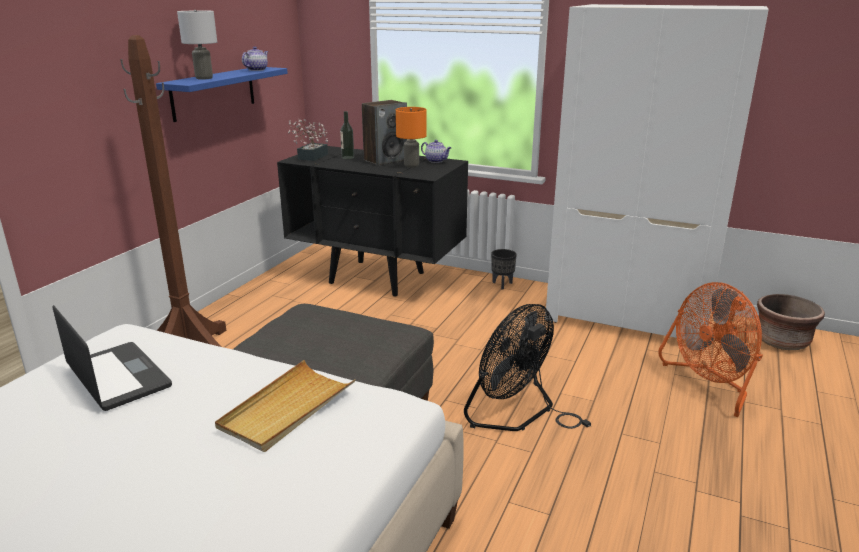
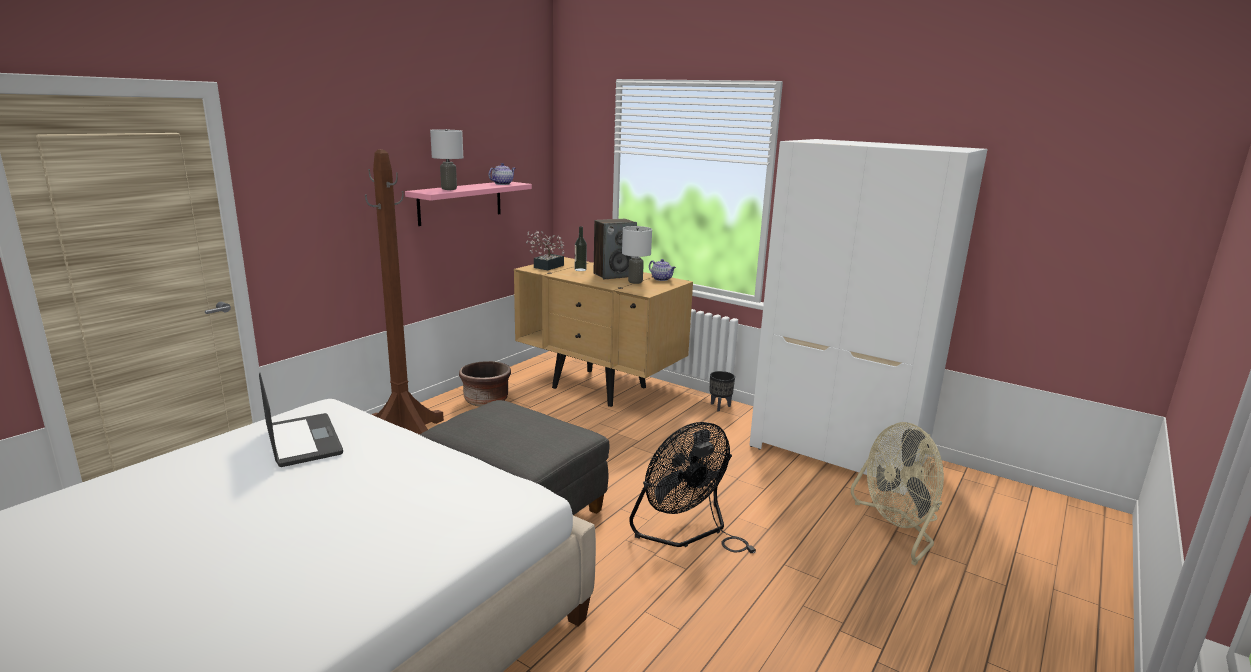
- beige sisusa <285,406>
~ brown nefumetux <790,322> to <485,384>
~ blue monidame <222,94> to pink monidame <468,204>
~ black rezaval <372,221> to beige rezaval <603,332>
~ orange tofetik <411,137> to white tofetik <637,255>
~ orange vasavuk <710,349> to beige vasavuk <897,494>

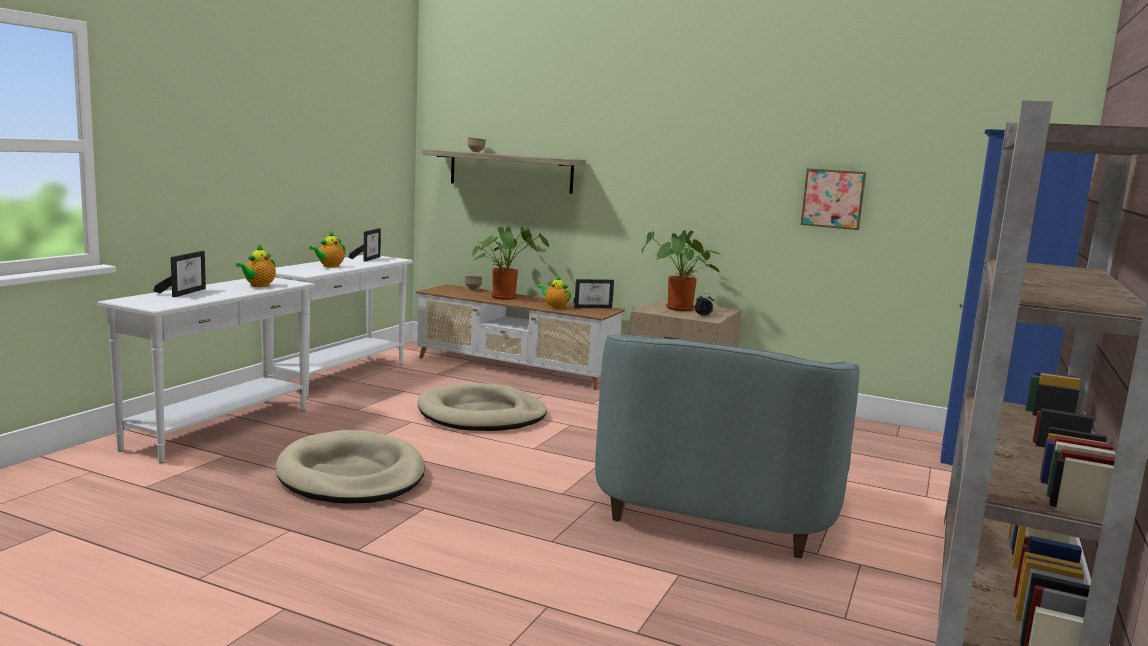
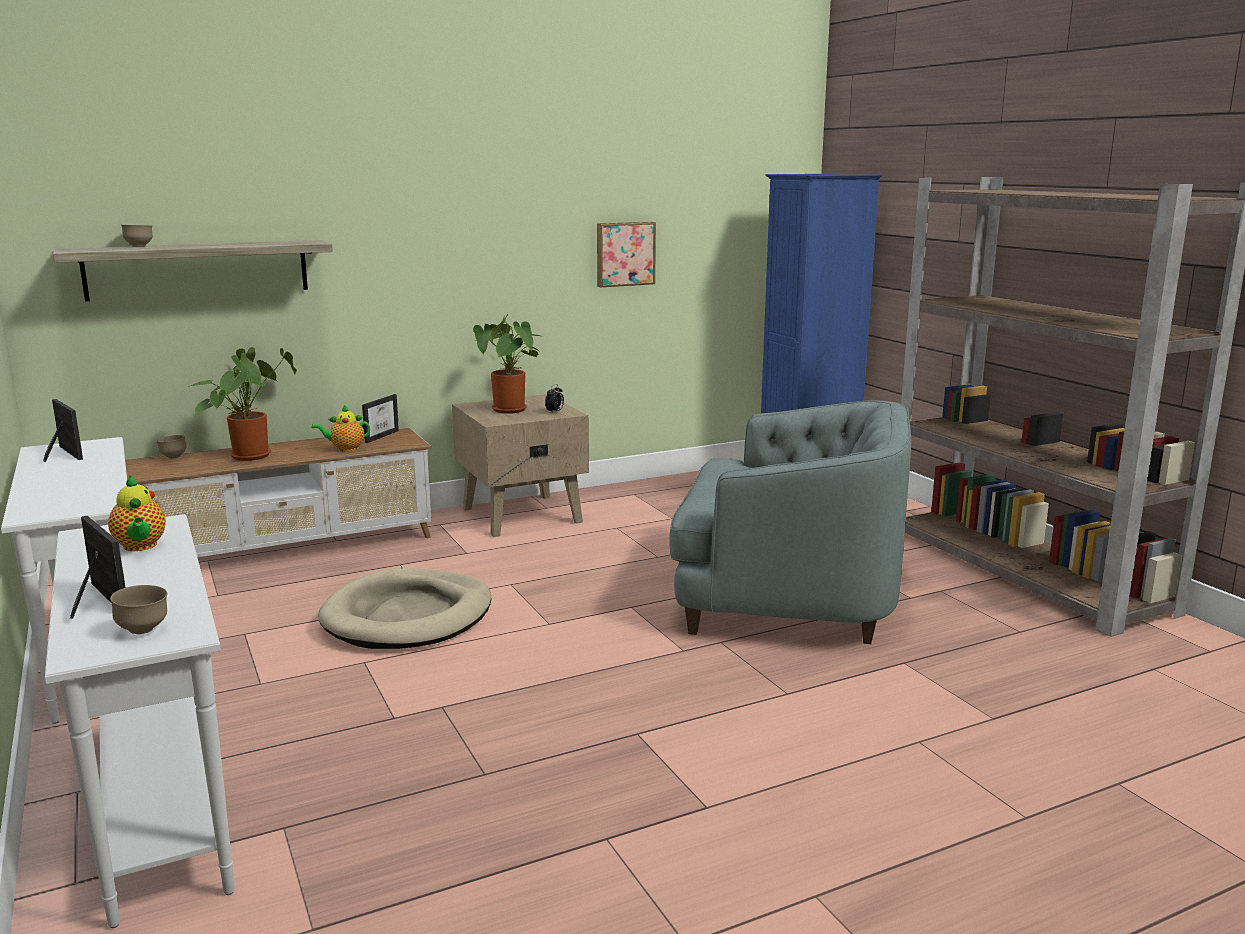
- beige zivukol <350,467>
- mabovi <327,249>
+ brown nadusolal <138,609>
~ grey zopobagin <727,446> = <790,522> 45 degrees counterclockwise

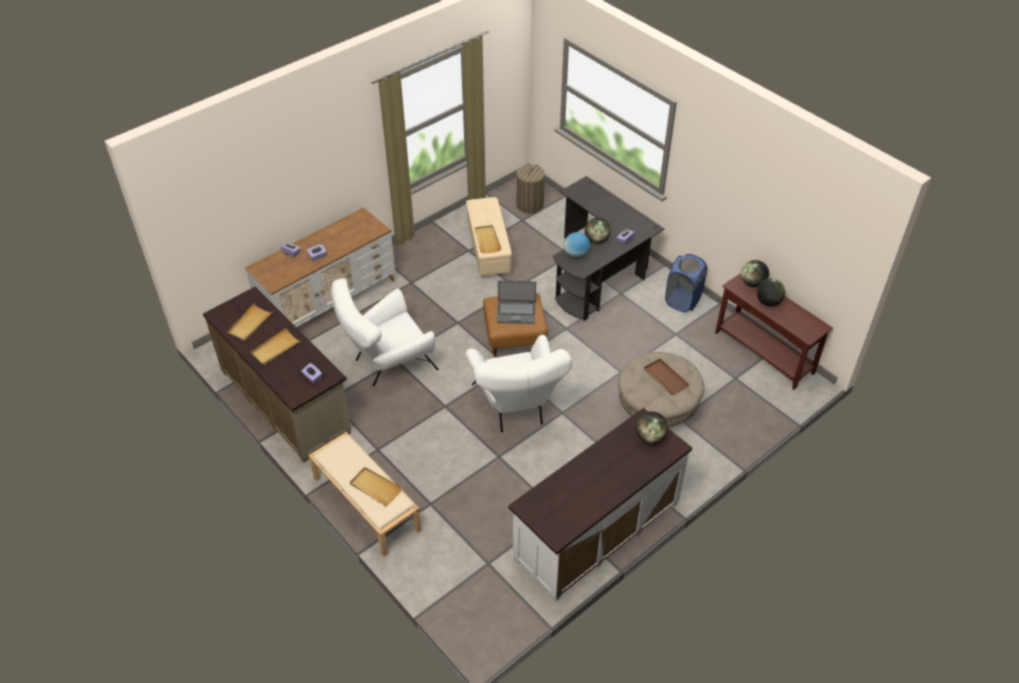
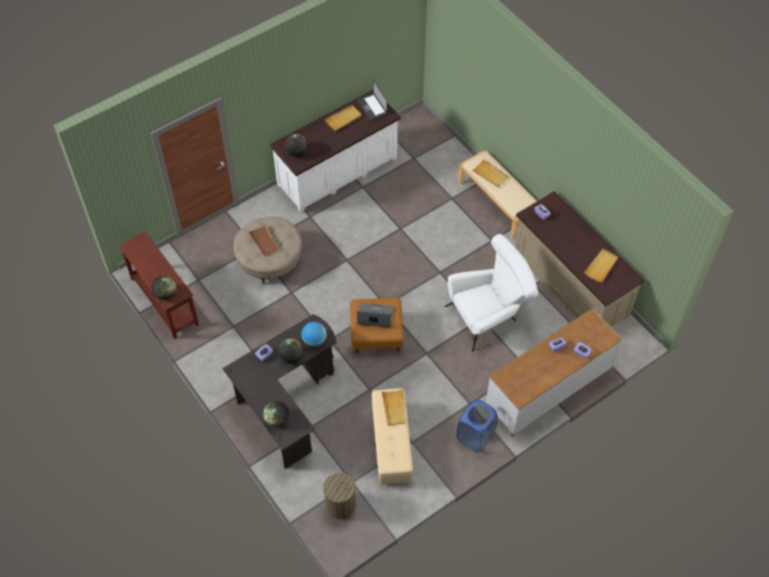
- white zopobagin <519,383>
+ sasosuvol <372,100>
~ beige sisusa <276,346> to <343,118>
~ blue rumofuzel <686,283> to <477,426>
~ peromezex <771,292> to <276,414>

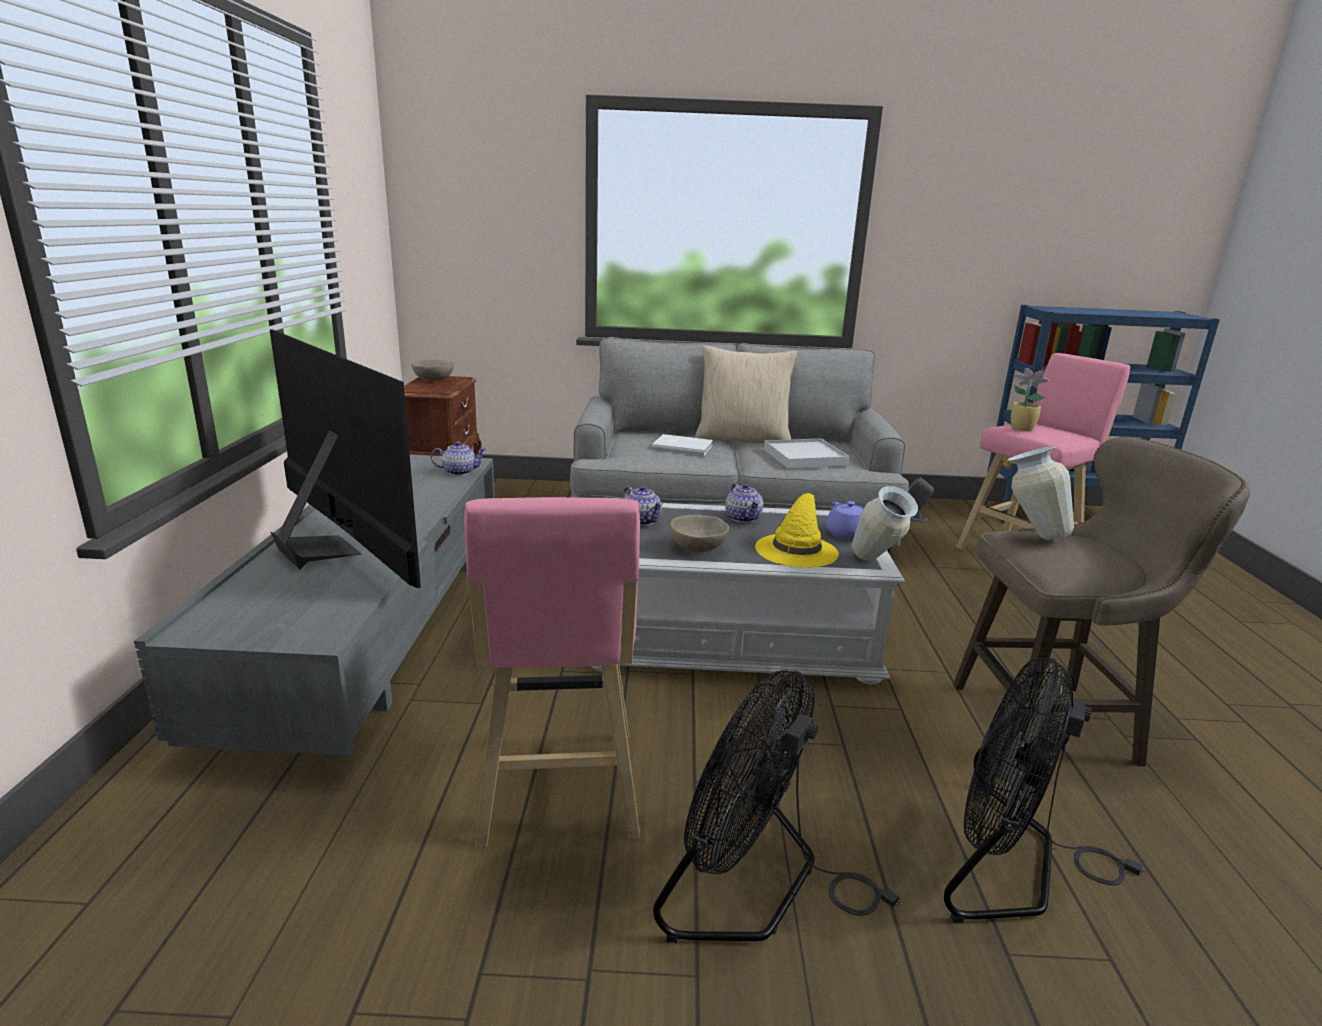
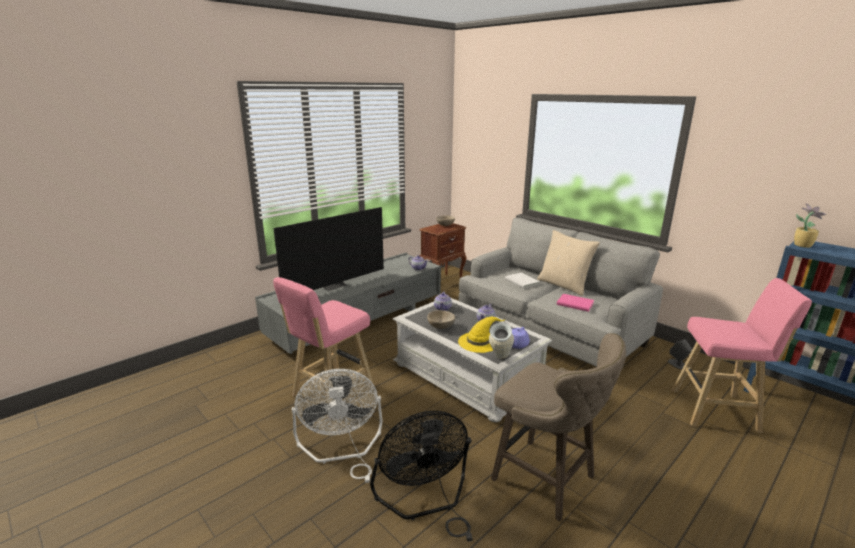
- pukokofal <1040,493>
~ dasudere <1030,399> to <810,225>
~ white sisusa <807,453> to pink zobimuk <575,303>
~ black vasavuk <777,806> to white vasavuk <337,426>
~ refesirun <345,458> = <328,249> 45 degrees clockwise

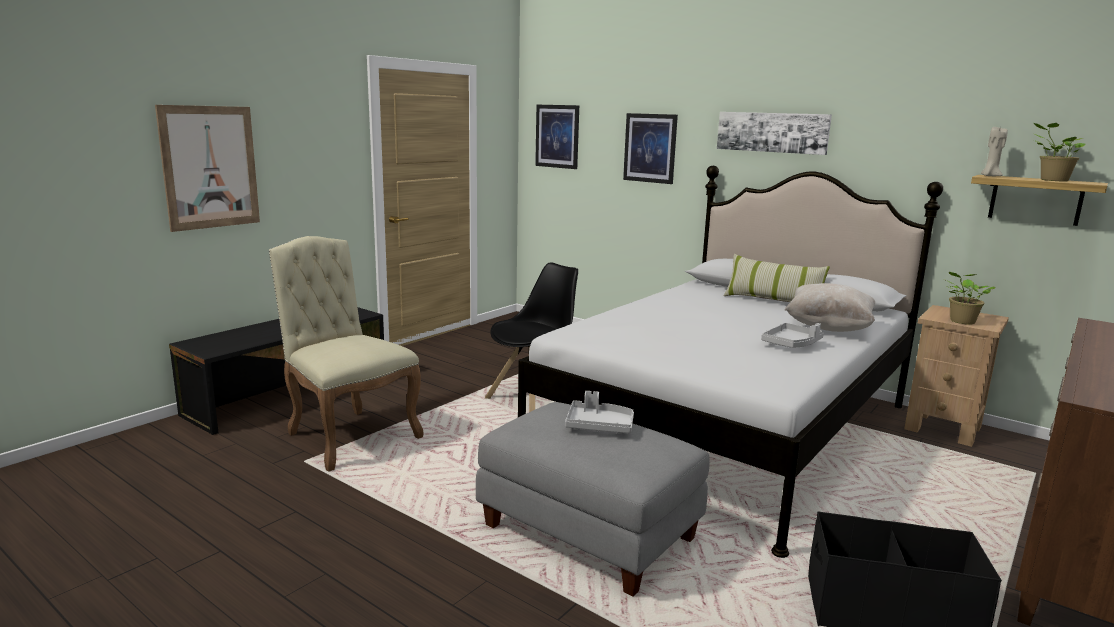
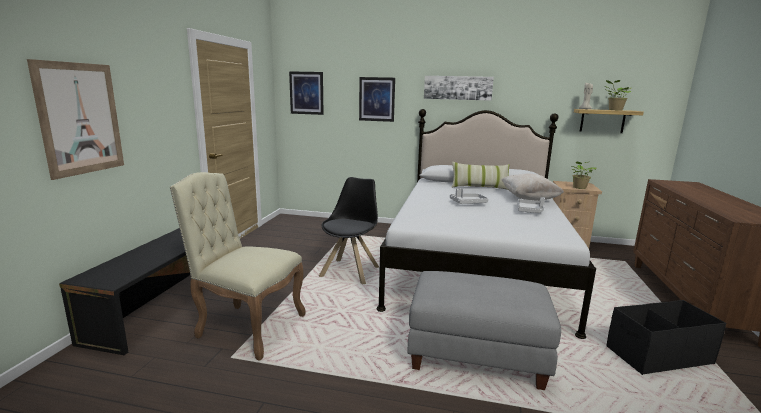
~ grey sisusa <599,412> to <469,196>

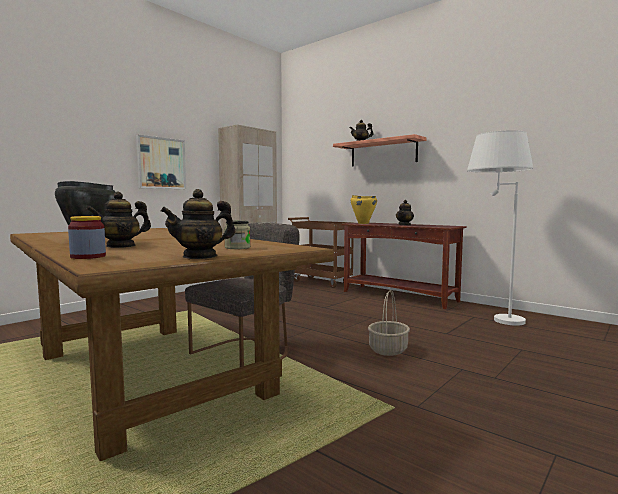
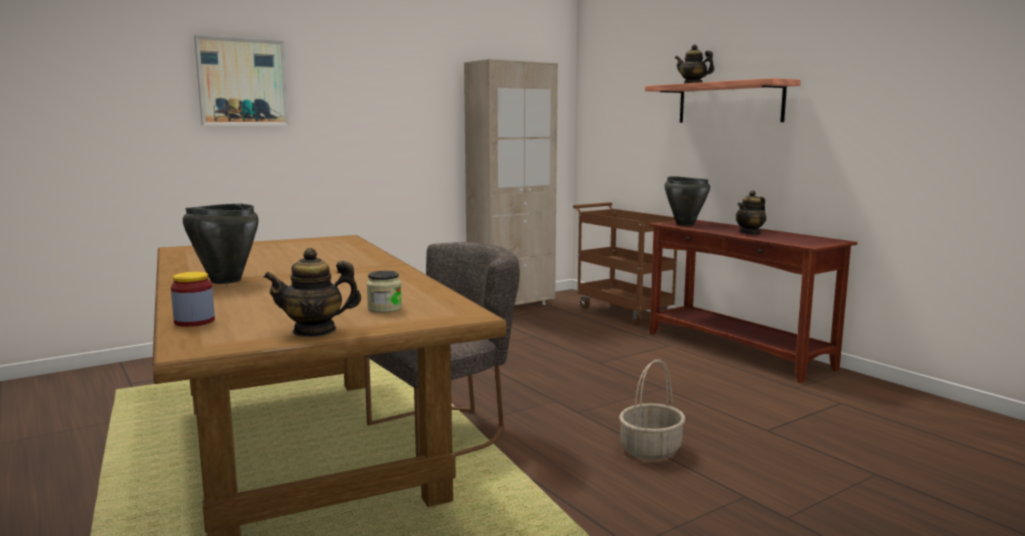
- mabovi <118,220>
- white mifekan <500,228>
~ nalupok <161,162> to <241,80>
~ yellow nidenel <363,209> to black nidenel <687,201>

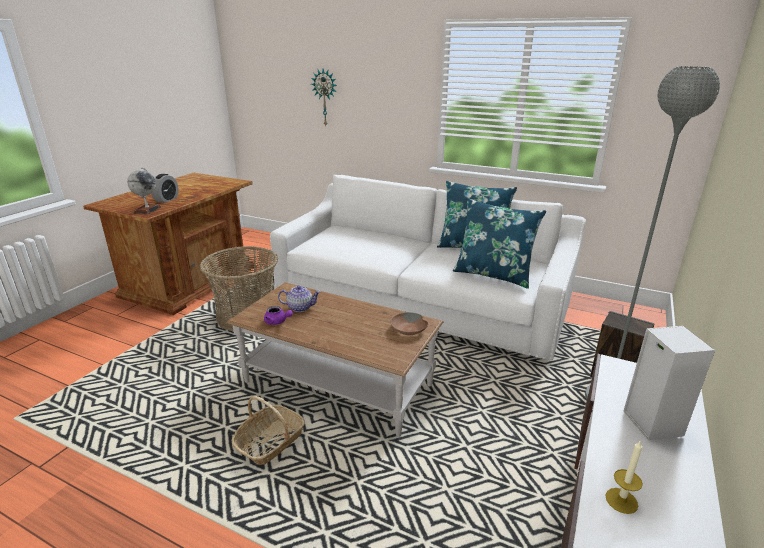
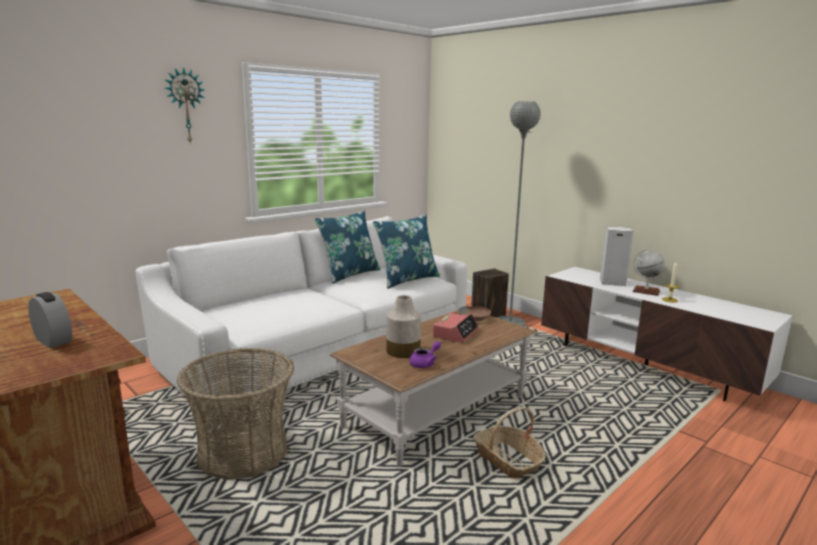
+ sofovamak <456,328>
~ peromezex <144,190> to <648,272>
~ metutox <324,97> to <184,105>
~ mabovi <299,299> to beige pukokofal <403,326>

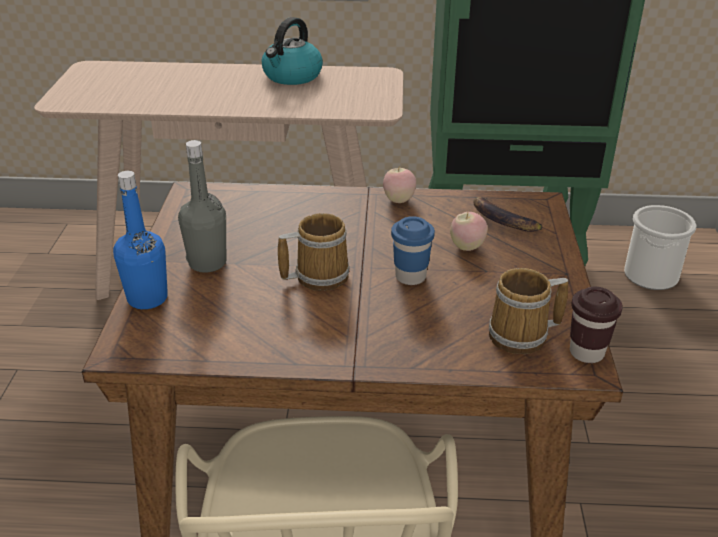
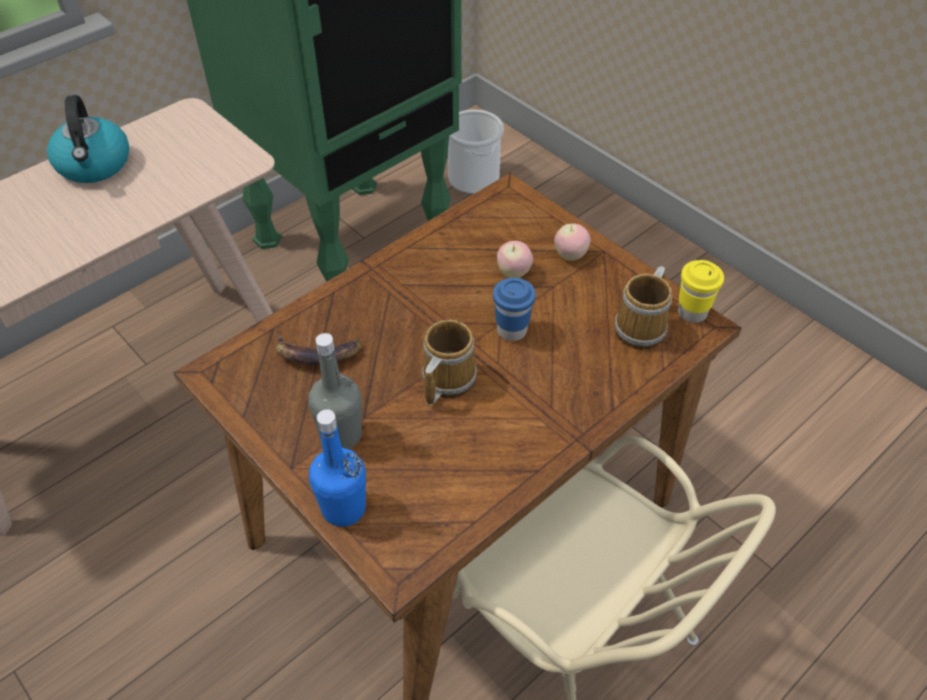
~ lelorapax <399,184> to <572,242>
~ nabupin <507,214> to <319,350>
~ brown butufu <596,325> to yellow butufu <701,291>

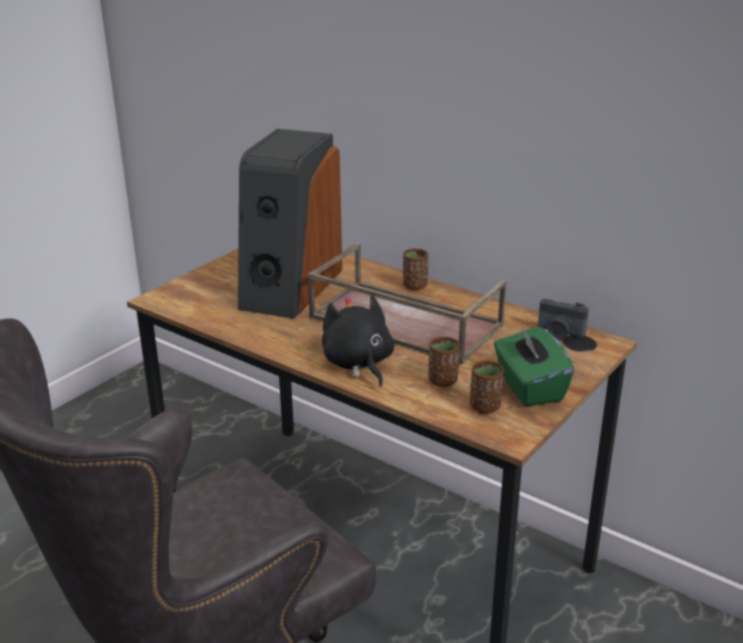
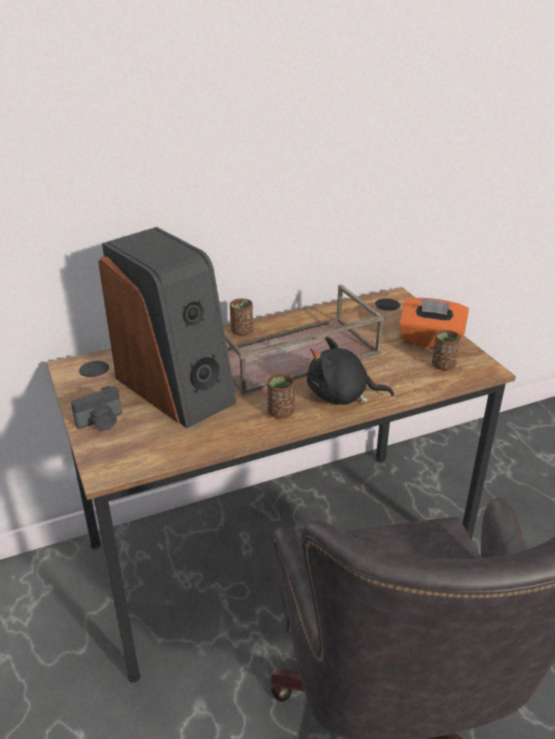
~ brown butufu <444,362> to <281,396>
~ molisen <563,320> to <96,408>
~ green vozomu <534,364> to orange vozomu <434,323>

